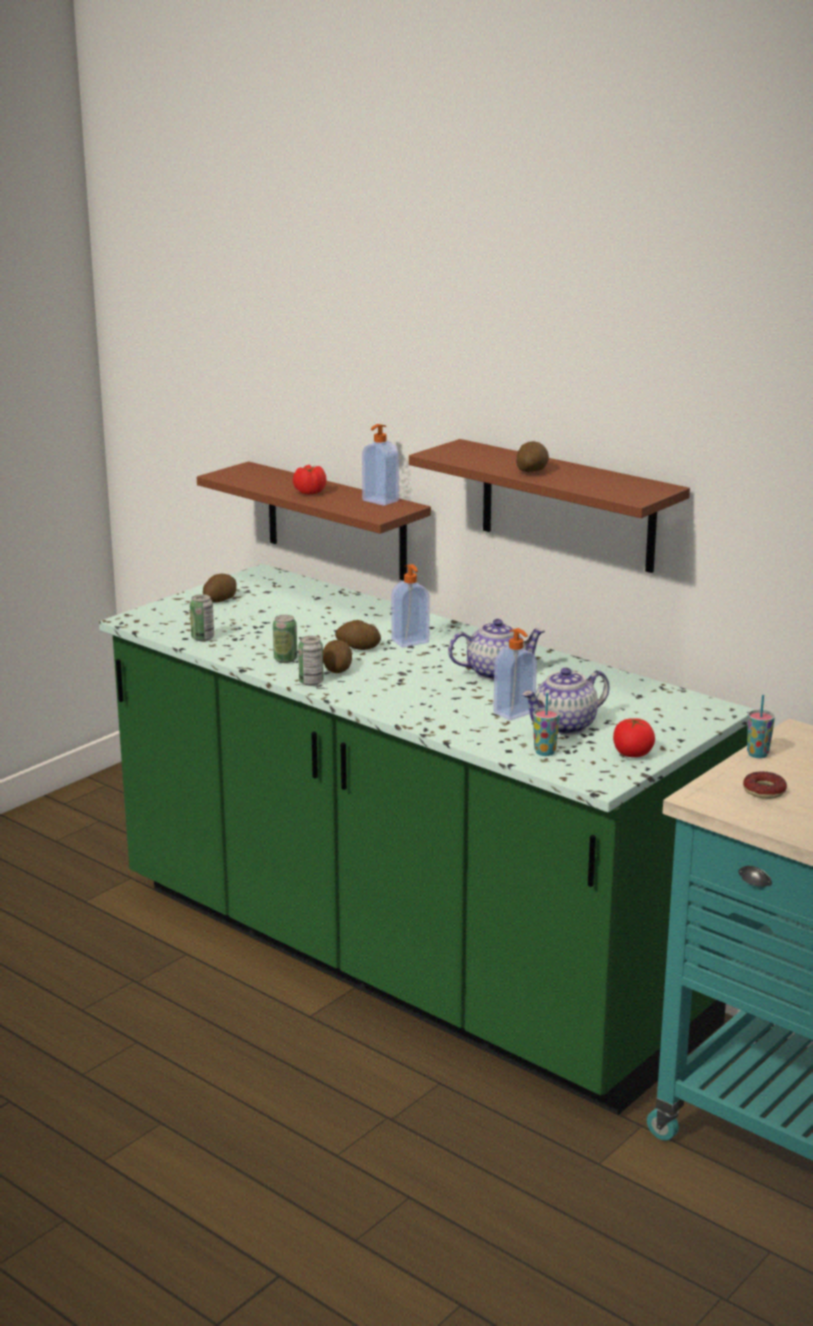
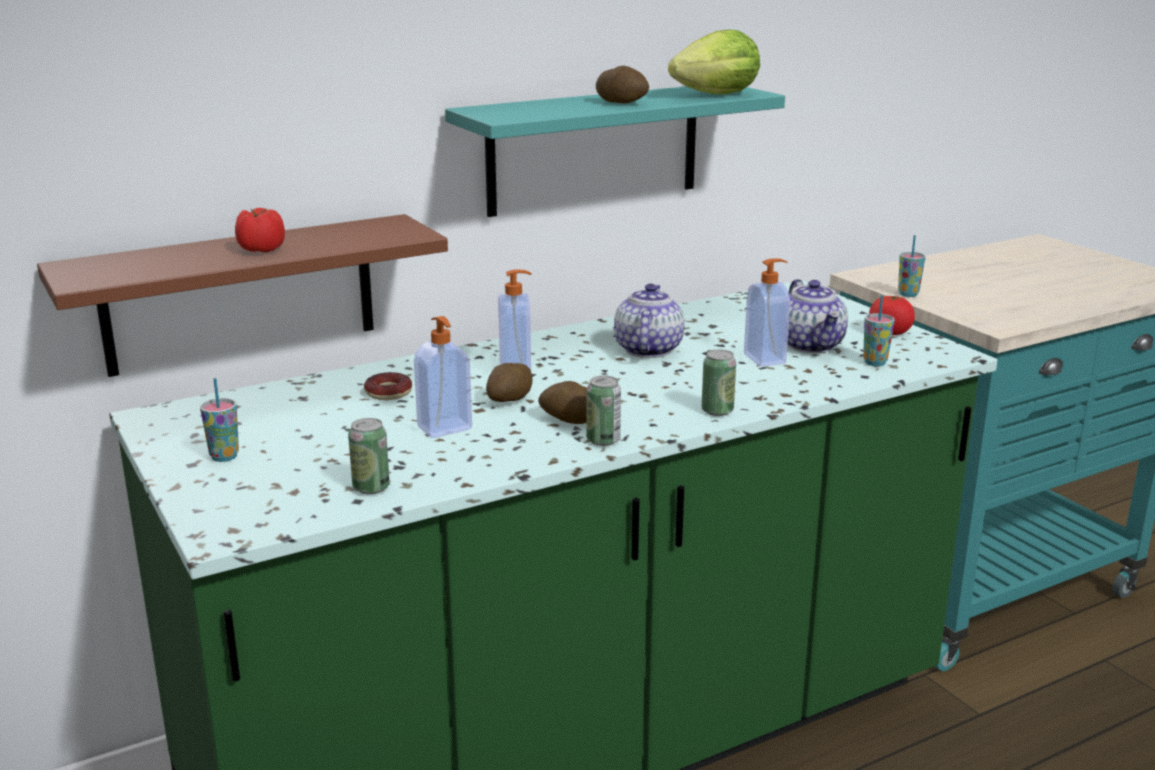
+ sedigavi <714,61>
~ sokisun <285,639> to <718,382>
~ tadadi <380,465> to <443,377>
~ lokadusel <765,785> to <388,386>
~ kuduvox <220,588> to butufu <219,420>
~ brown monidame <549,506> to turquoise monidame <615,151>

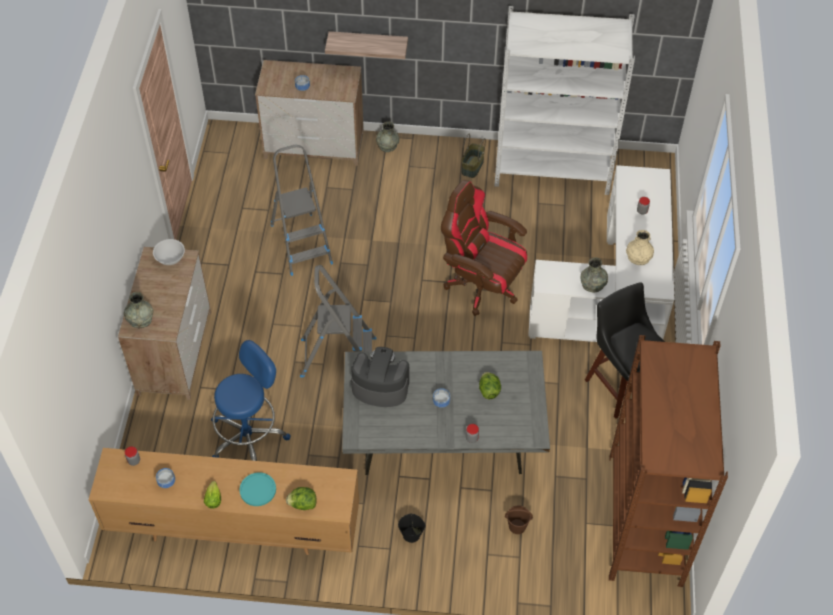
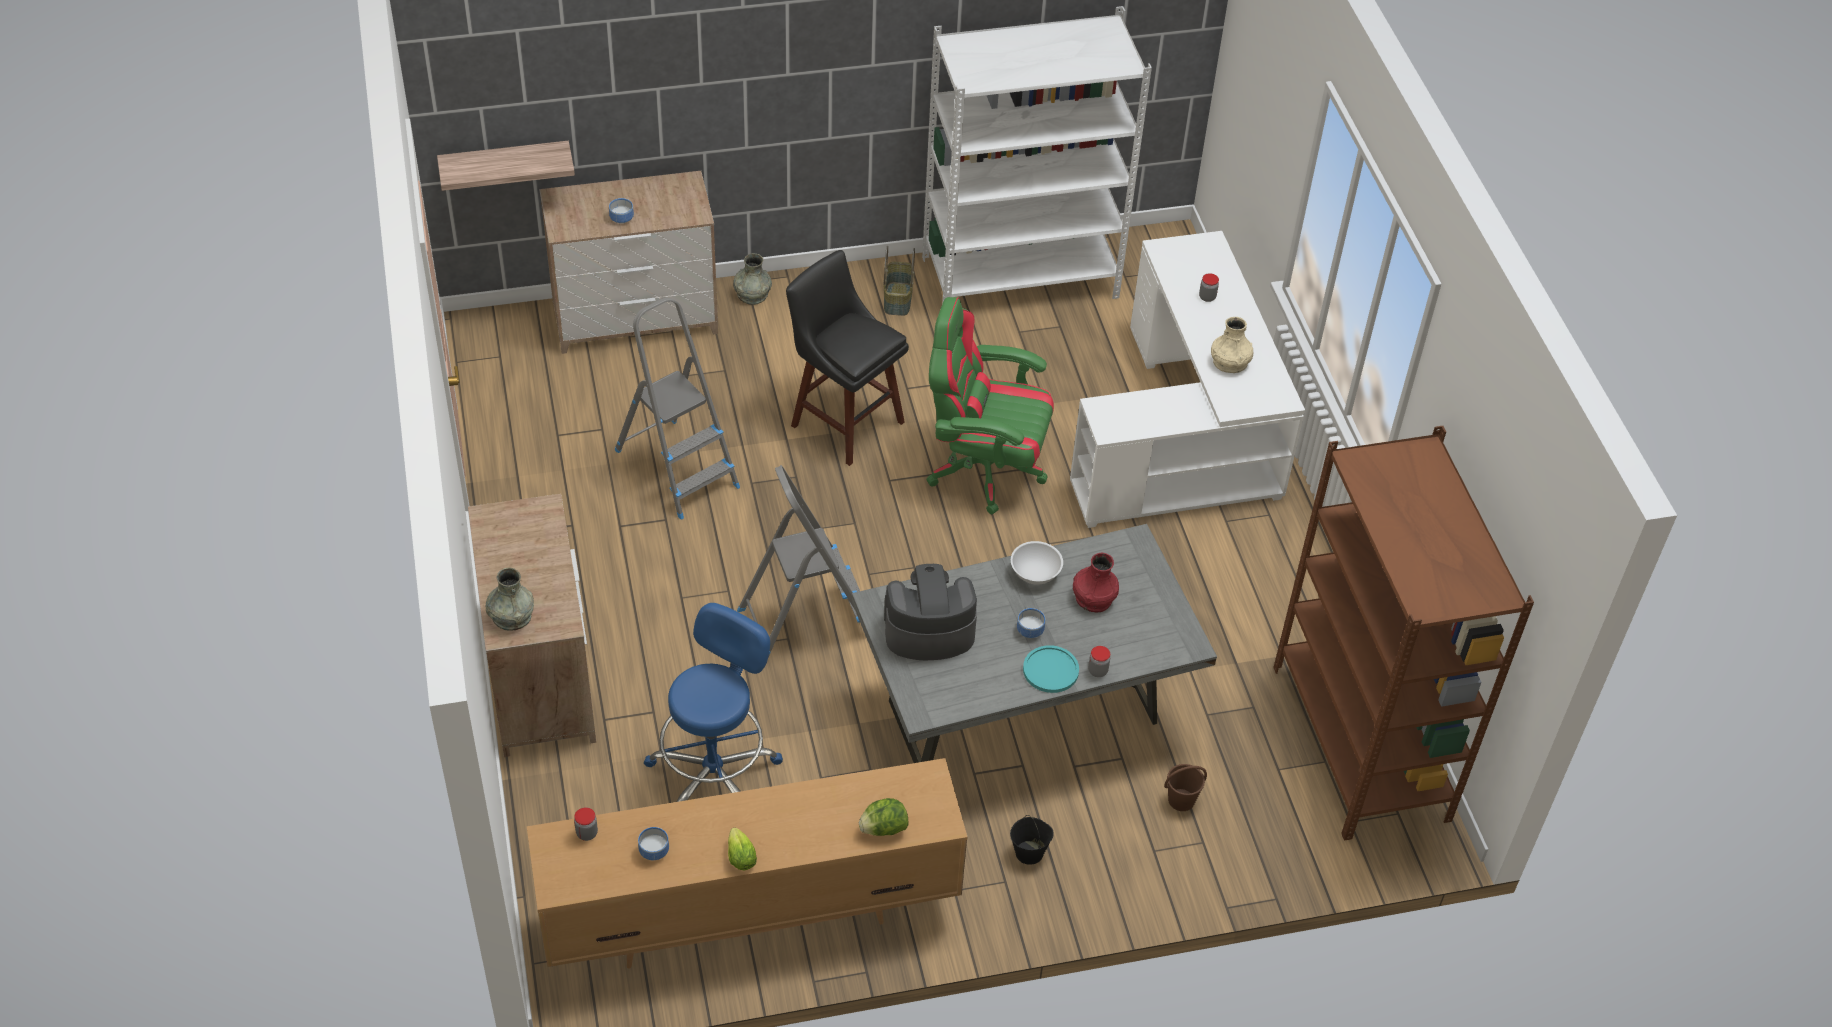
- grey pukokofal <594,274>
~ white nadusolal <169,252> to <1037,563>
~ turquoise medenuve <258,489> to <1051,669>
~ monidame <366,45> to <506,166>
~ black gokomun <625,351> to <847,358>
~ sedigavi <490,385> to red pukokofal <1096,582>
~ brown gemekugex <484,248> to green gemekugex <990,406>

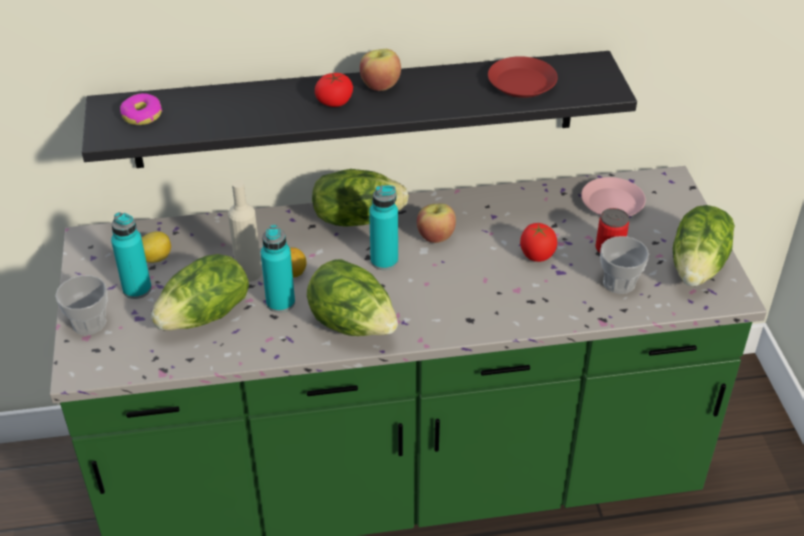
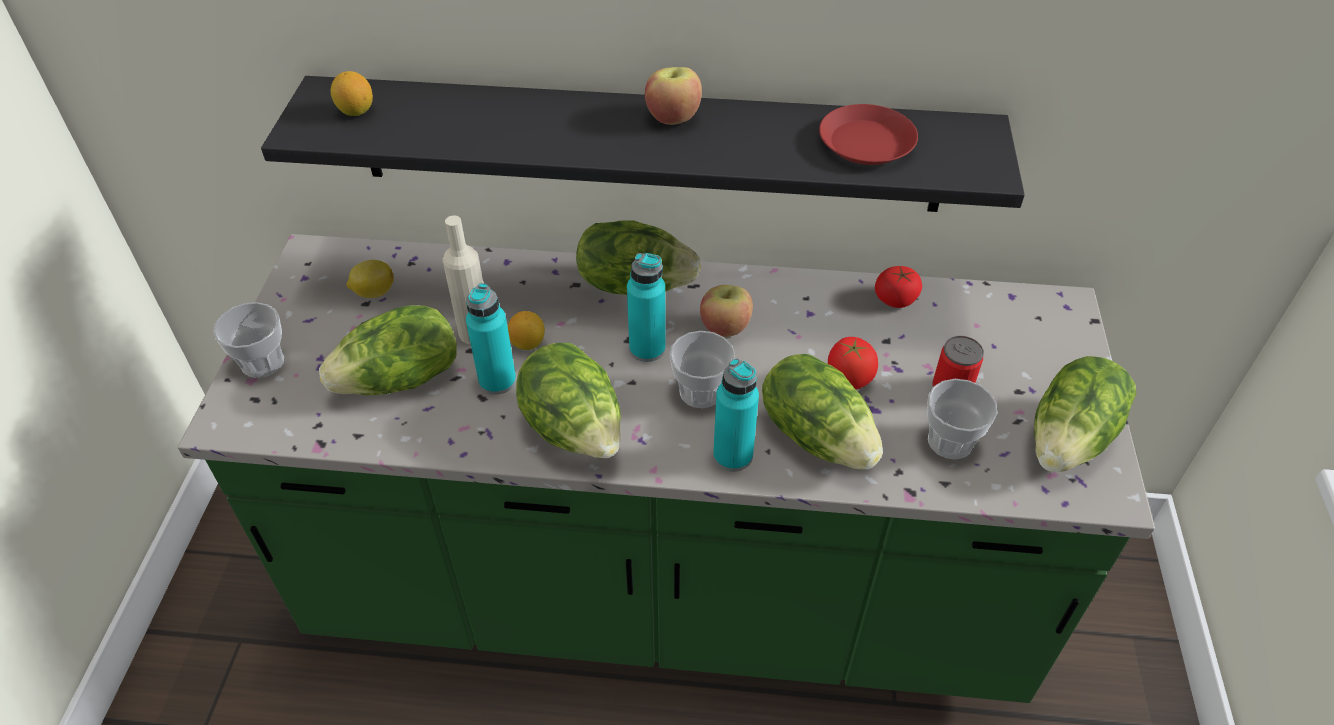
- pink medenuve <613,196>
+ butufu <702,369>
+ sedigavi <822,411>
~ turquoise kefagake <131,255> to <736,415>
~ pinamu <334,90> to <898,287>
~ lokadusel <141,109> to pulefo <352,93>

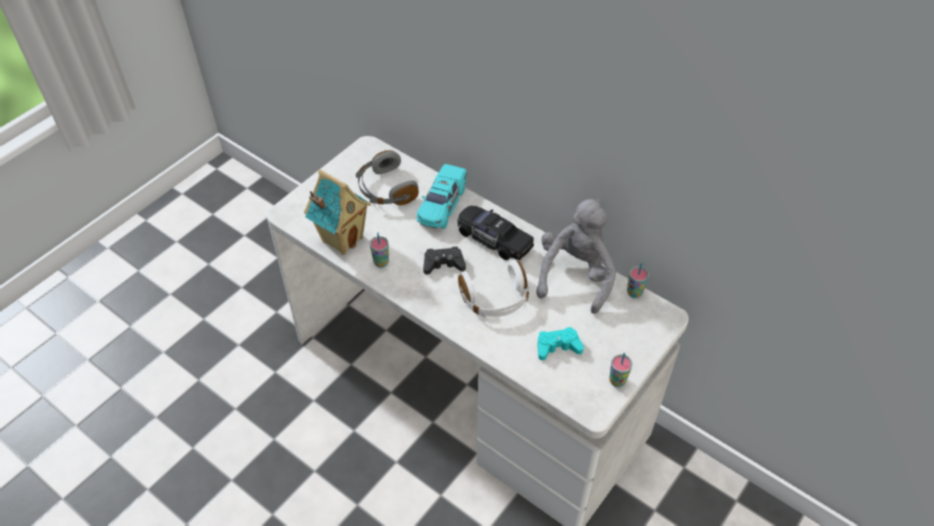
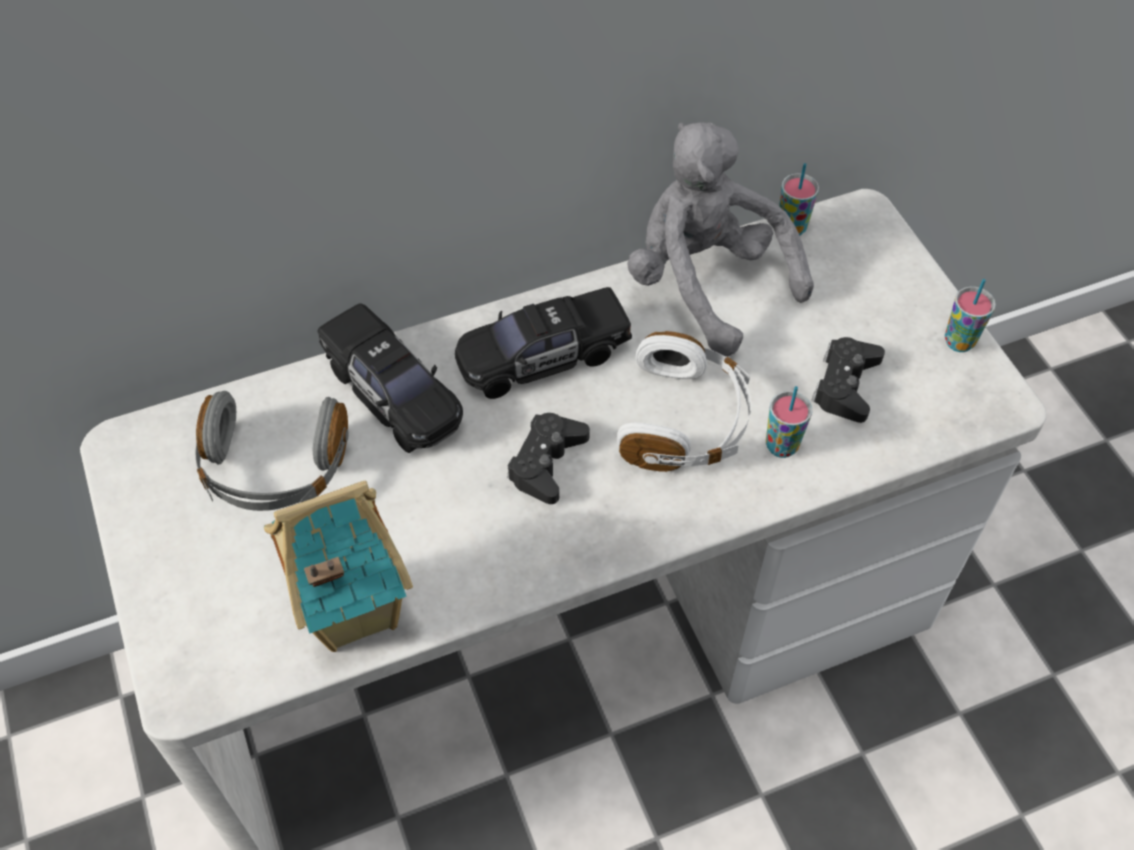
~ butufu <379,250> to <789,422>
~ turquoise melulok <441,196> to black melulok <390,378>
~ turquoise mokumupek <560,343> to black mokumupek <848,380>

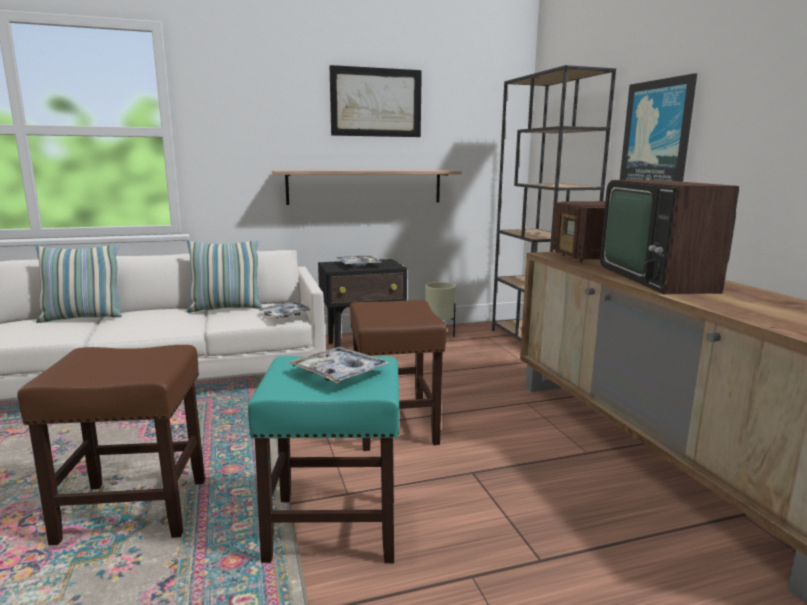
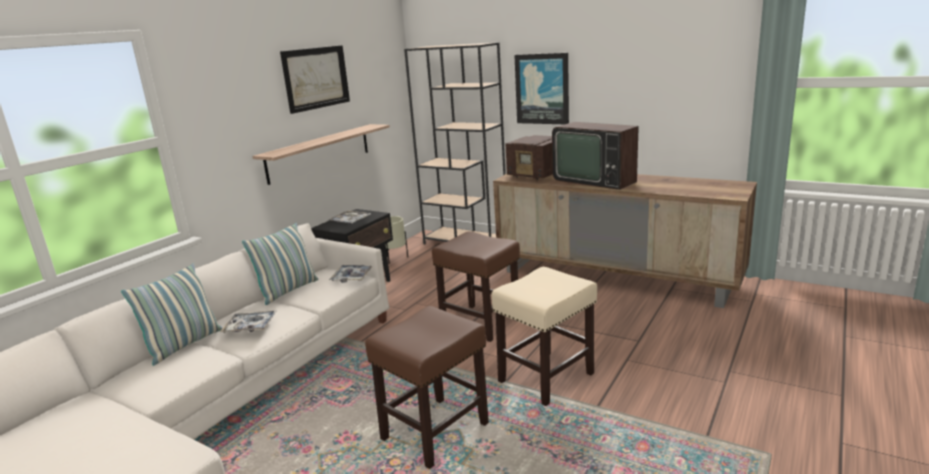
~ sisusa <338,365> to <248,321>
~ turquoise gokomun <323,459> to beige gokomun <544,336>

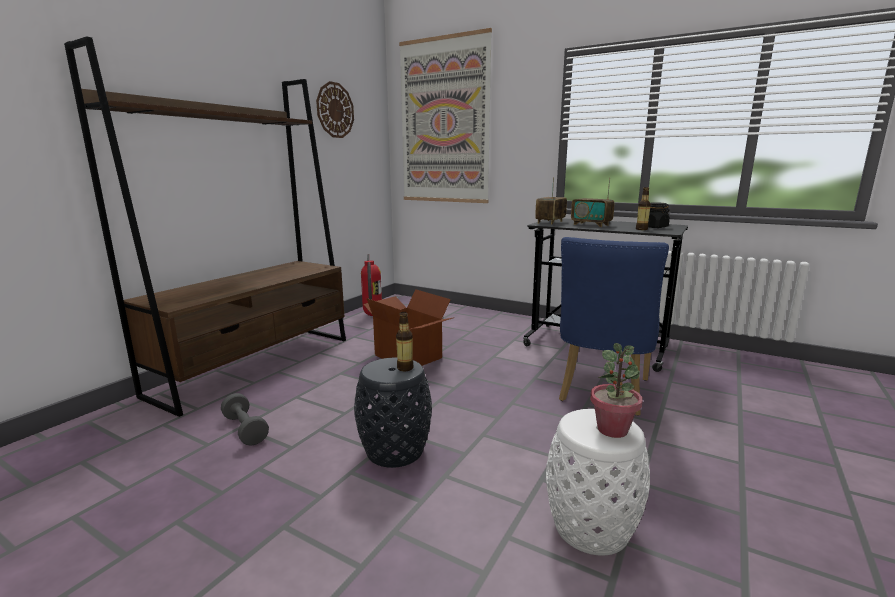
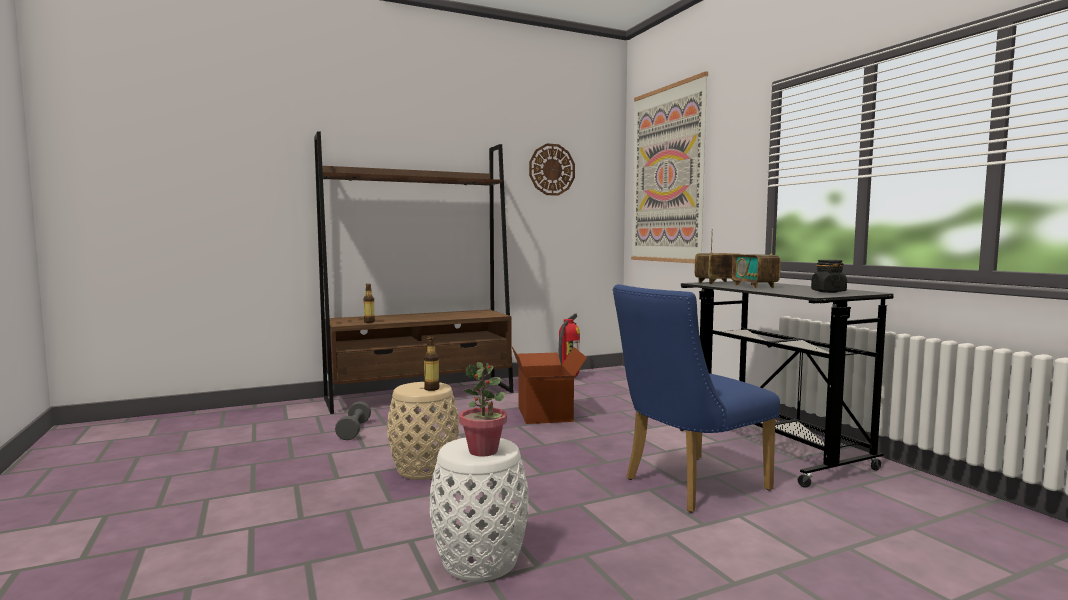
~ kefagake <643,208> to <369,303>
~ black gokomun <393,412> to beige gokomun <423,431>

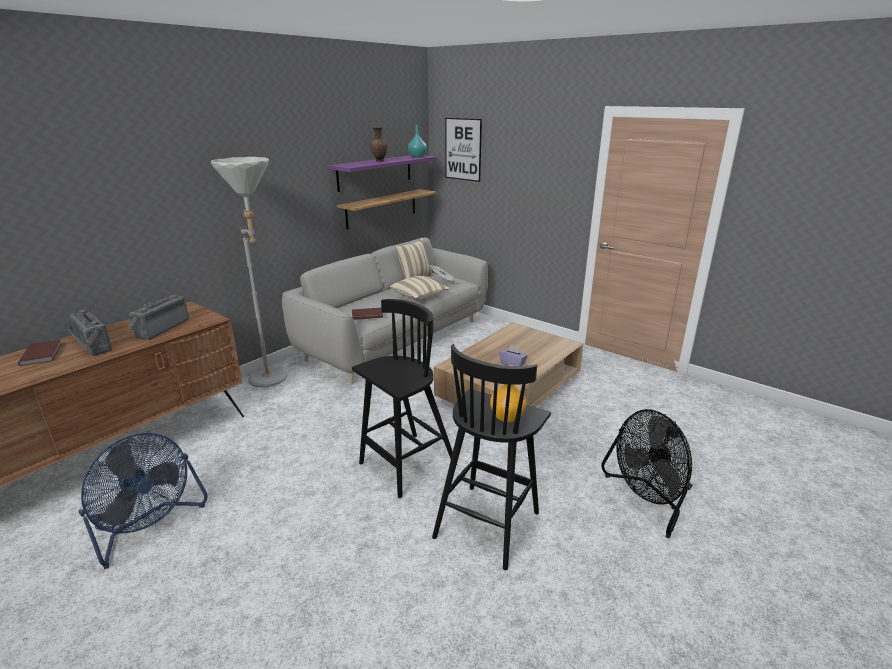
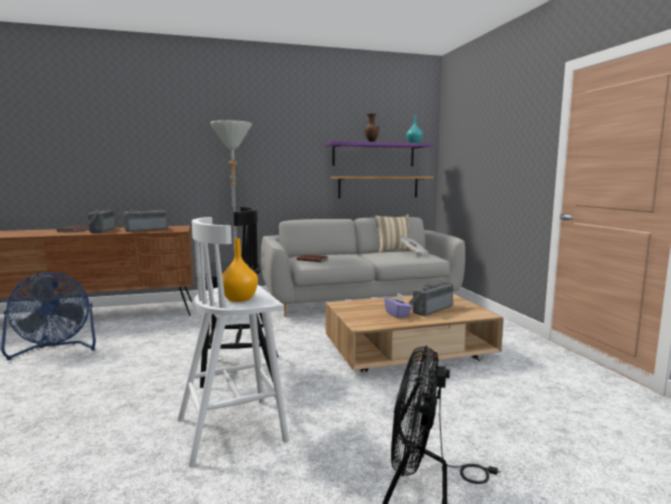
- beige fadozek <420,287>
- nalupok <463,150>
+ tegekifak <431,298>
~ black gokomun <491,457> to white gokomun <233,342>

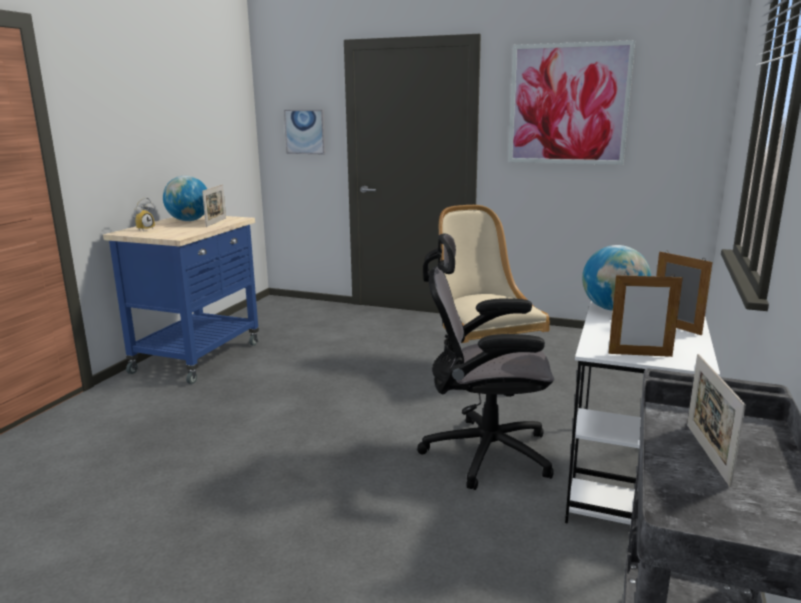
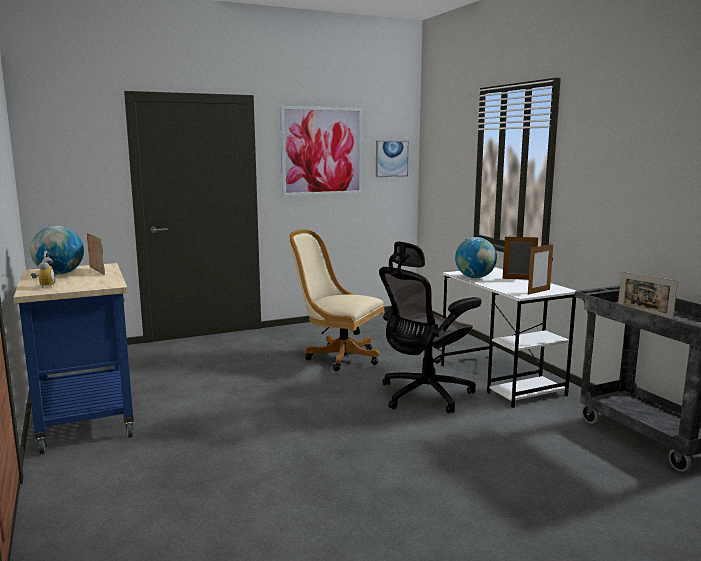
~ nalupok <305,132> to <392,159>

